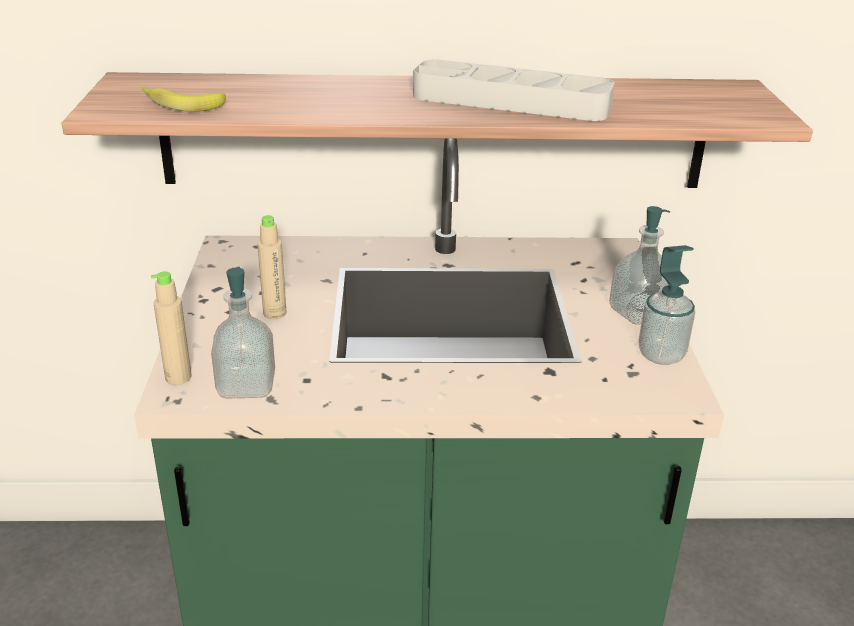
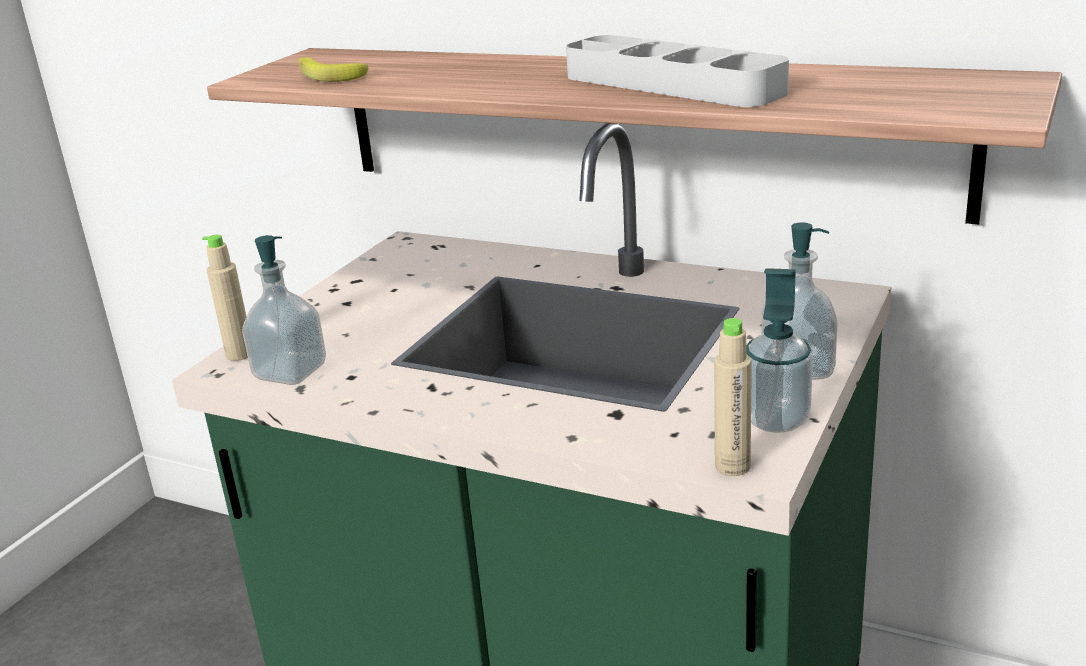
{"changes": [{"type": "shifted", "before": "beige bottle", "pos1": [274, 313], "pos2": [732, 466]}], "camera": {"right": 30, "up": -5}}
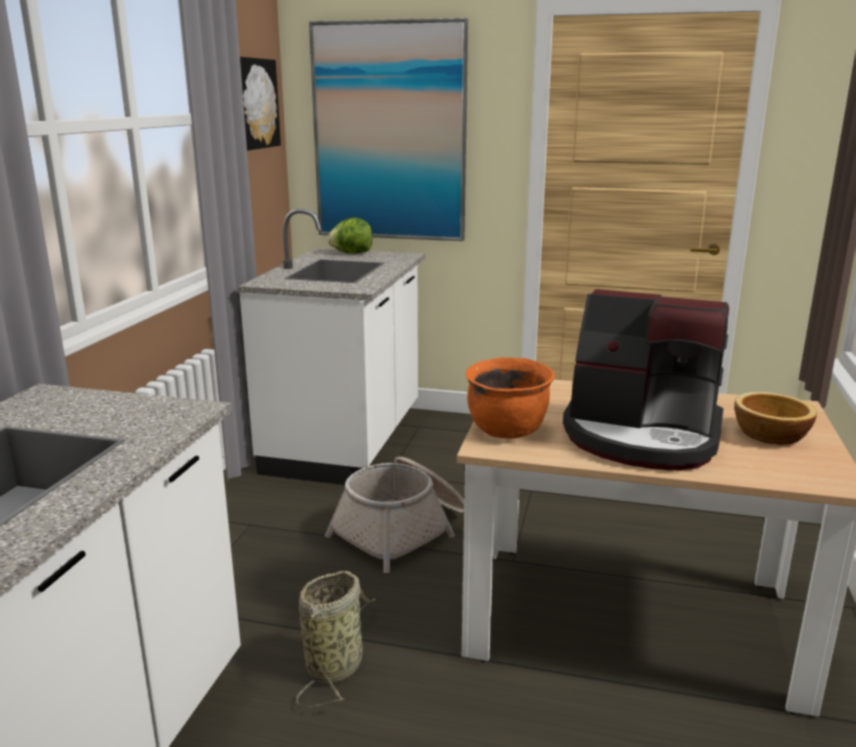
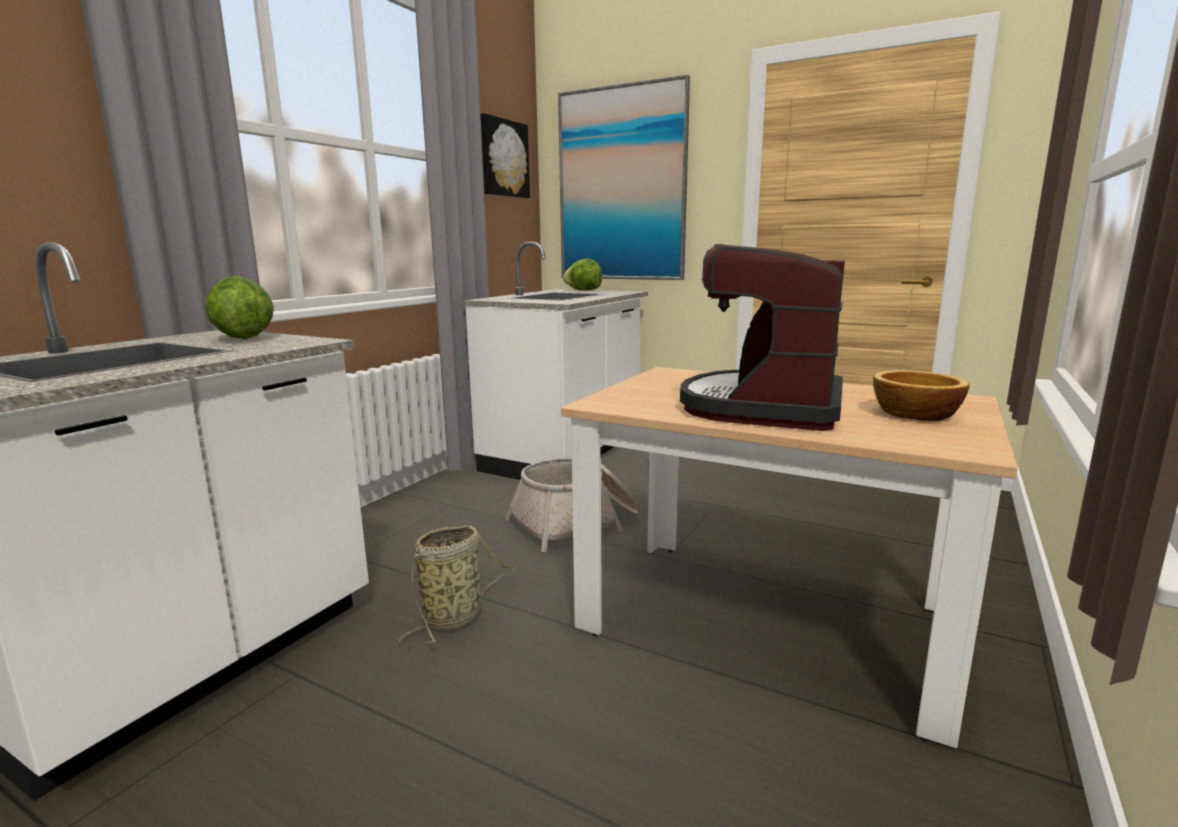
{"changes": [{"type": "gone", "before": "orange cooking pot", "pos1": [507, 431]}, {"type": "new", "after": "lettuce", "pos2": [242, 338]}, {"type": "rotated", "before": "coffee machine", "pos1": [642, 436], "pos2": [764, 407], "turn": 75}], "camera": {"right": 15, "up": -5}}
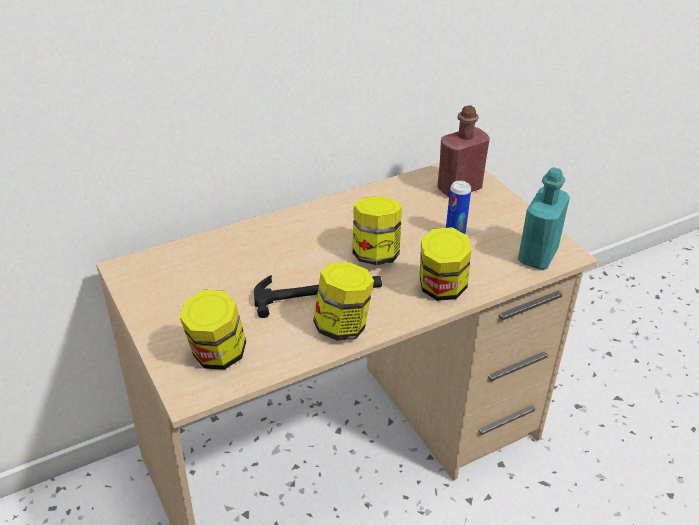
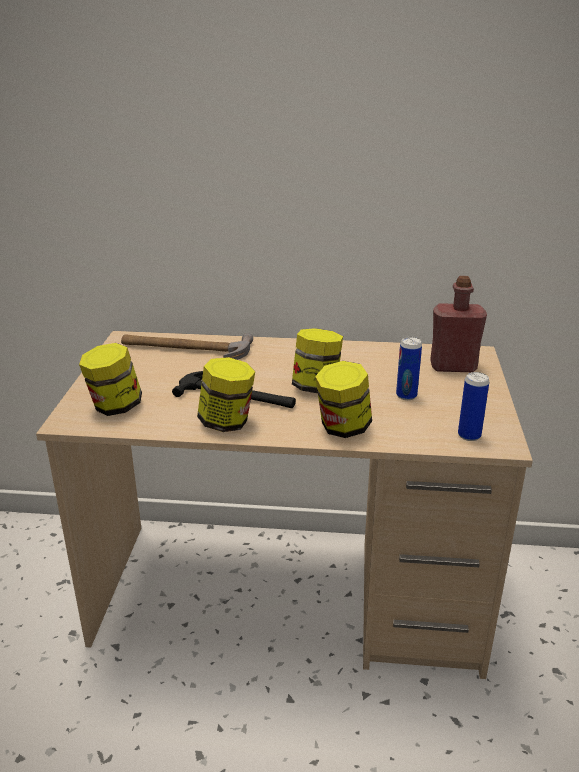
{"changes": [{"type": "new", "after": "hammer", "pos2": [185, 349]}, {"type": "swapped", "before": "turquoise bottle", "after": "can", "pos1": [537, 255], "pos2": [469, 435]}], "camera": {"right": 35, "up": -10}}
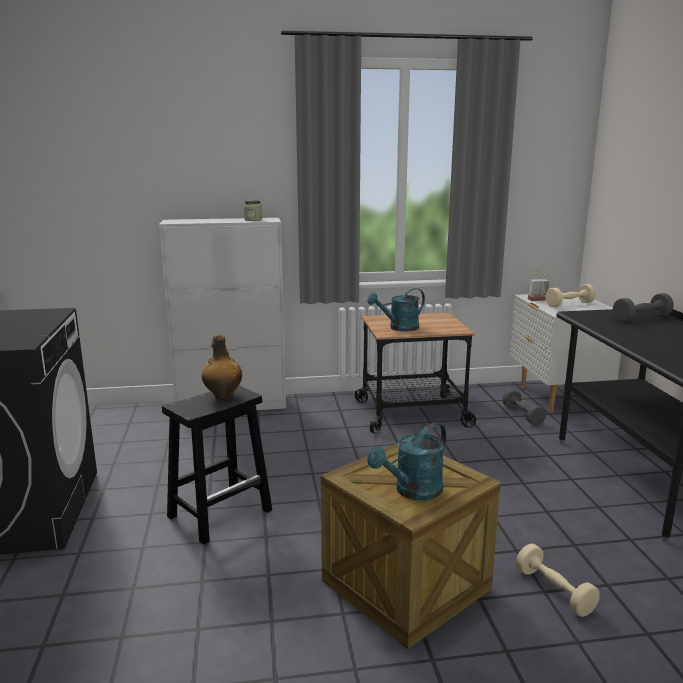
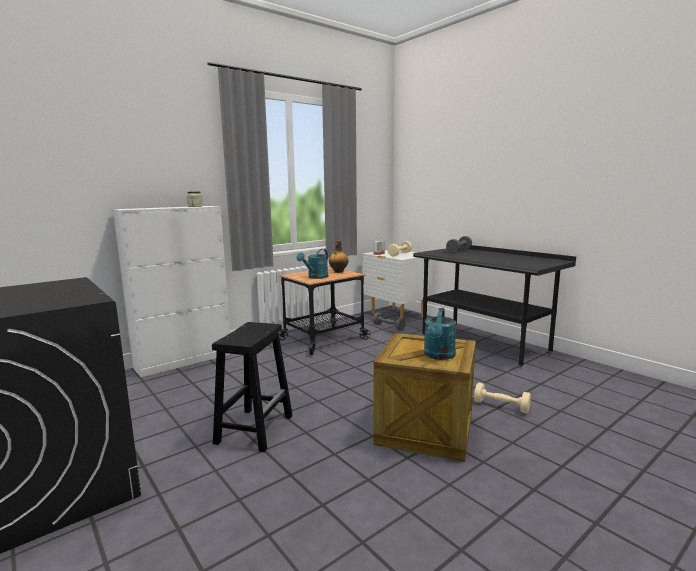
{"changes": [{"type": "shifted", "before": "bottle", "pos1": [223, 396], "pos2": [338, 271]}], "camera": {"right": -30, "up": -5}}
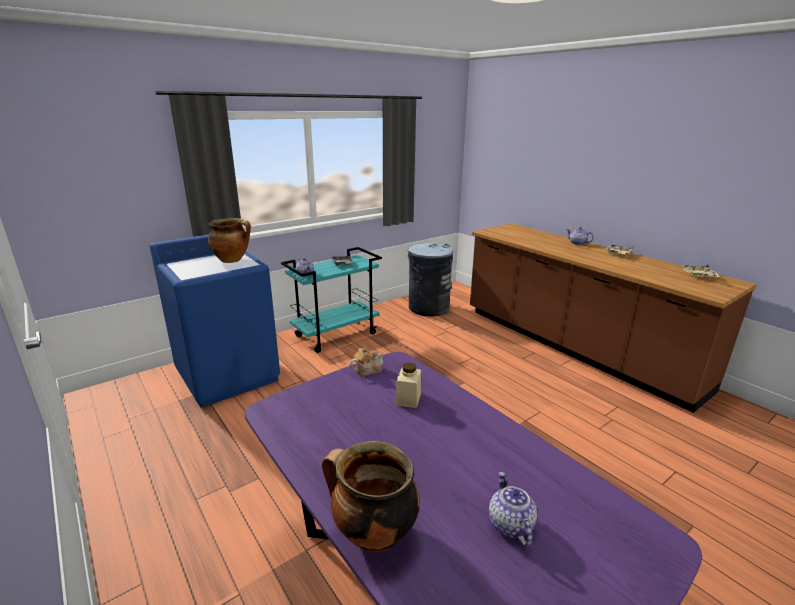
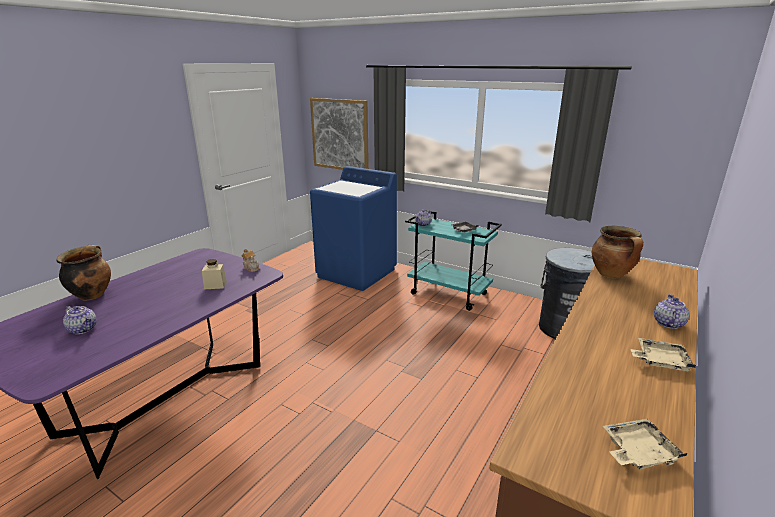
{"changes": [{"type": "new", "after": "picture", "pos2": [340, 135]}, {"type": "shifted", "before": "cooking pot", "pos1": [232, 260], "pos2": [612, 274]}, {"type": "rotated", "before": "teapot", "pos1": [509, 524], "pos2": [83, 329], "turn": 60}], "camera": {"right": 70, "up": 0}}
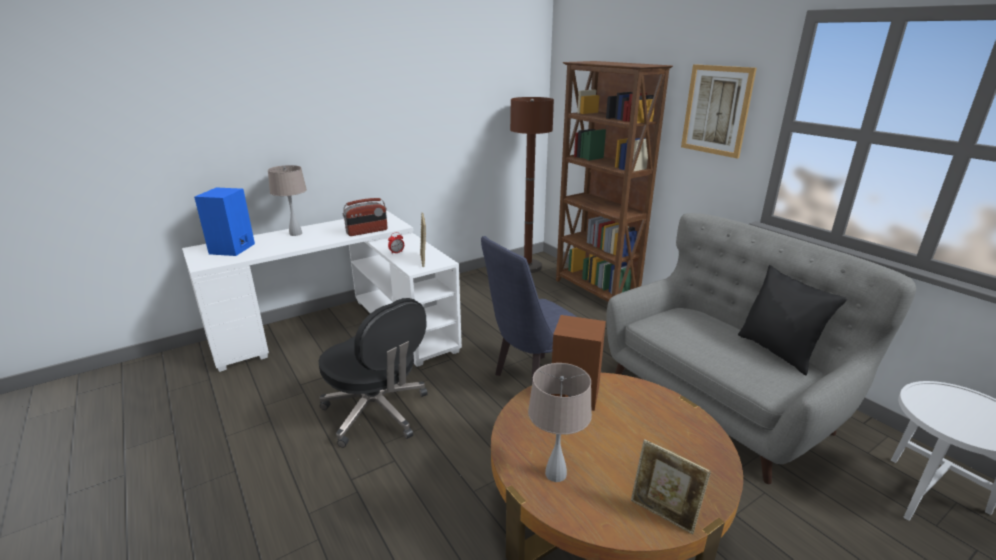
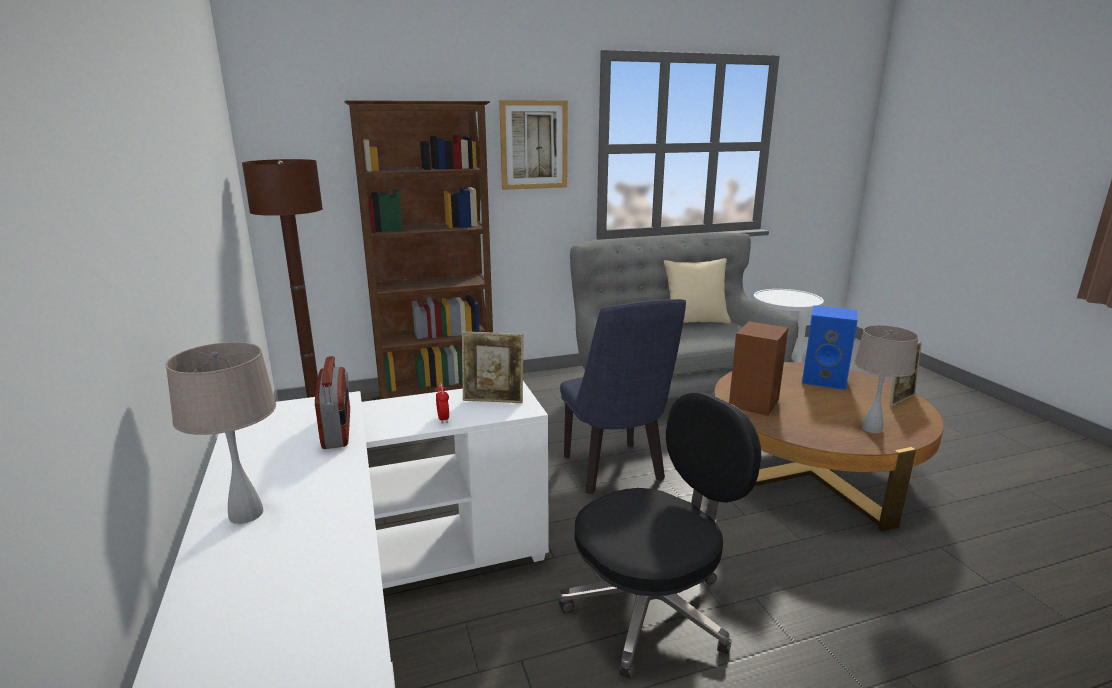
{"changes": [{"type": "shifted", "before": "blue speaker", "pos1": [232, 249], "pos2": [825, 379]}, {"type": "repainted", "before": "black pillow", "after": "beige pillow", "pos1": [777, 351], "pos2": [695, 322]}], "camera": {"right": -75, "up": -5}}
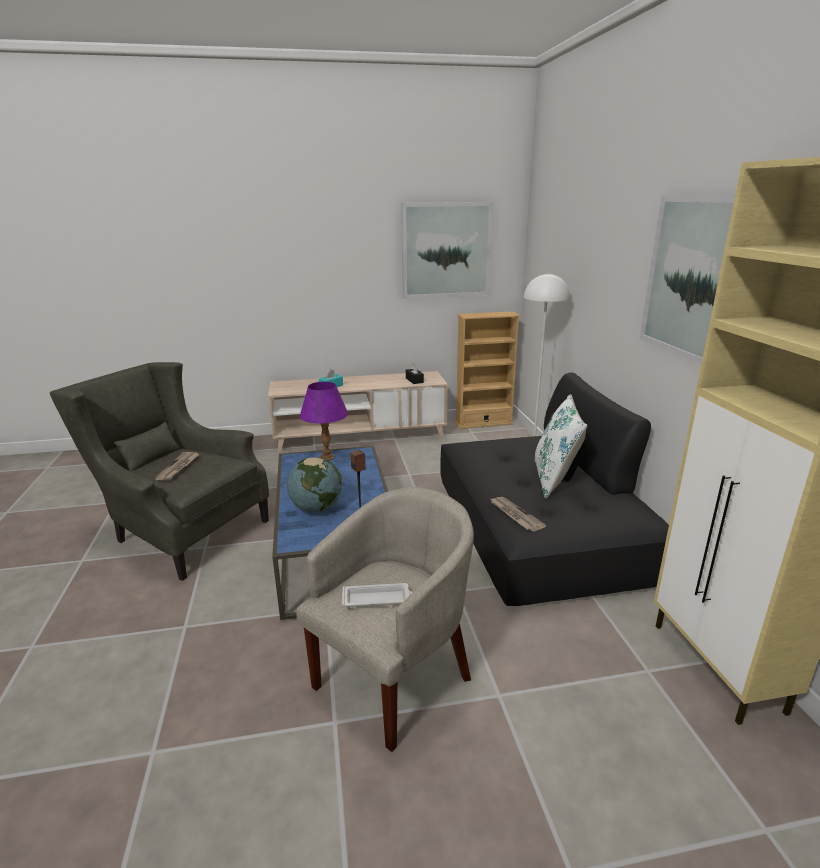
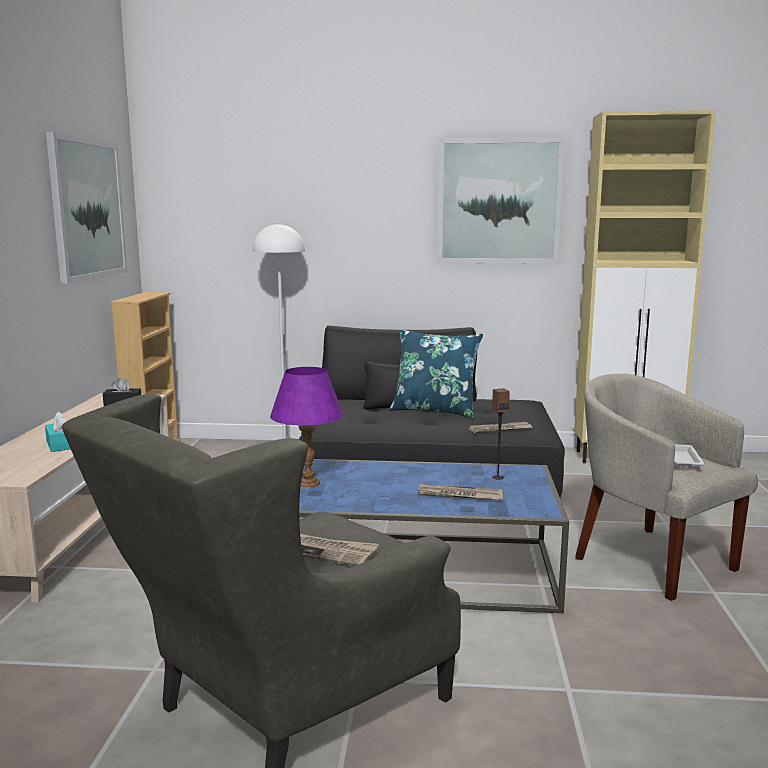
{"changes": [{"type": "swapped", "before": "globe", "after": "newspaper", "pos1": [316, 508], "pos2": [459, 495]}, {"type": "repainted", "before": "white pillow", "after": "blue pillow", "pos1": [554, 479], "pos2": [435, 410]}], "camera": {"right": -75, "up": -10}}
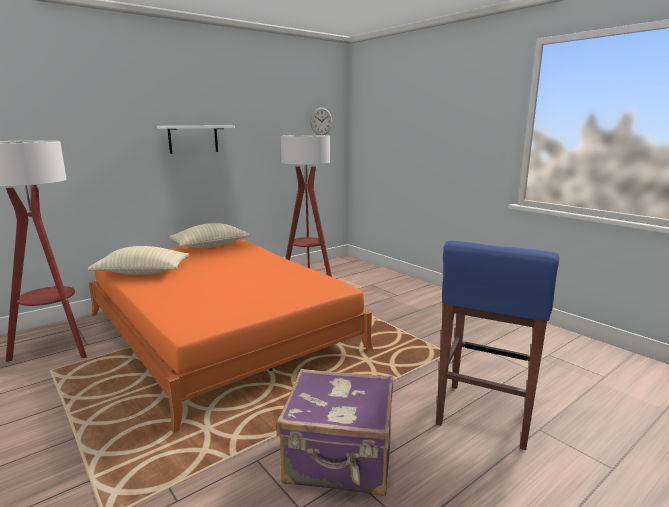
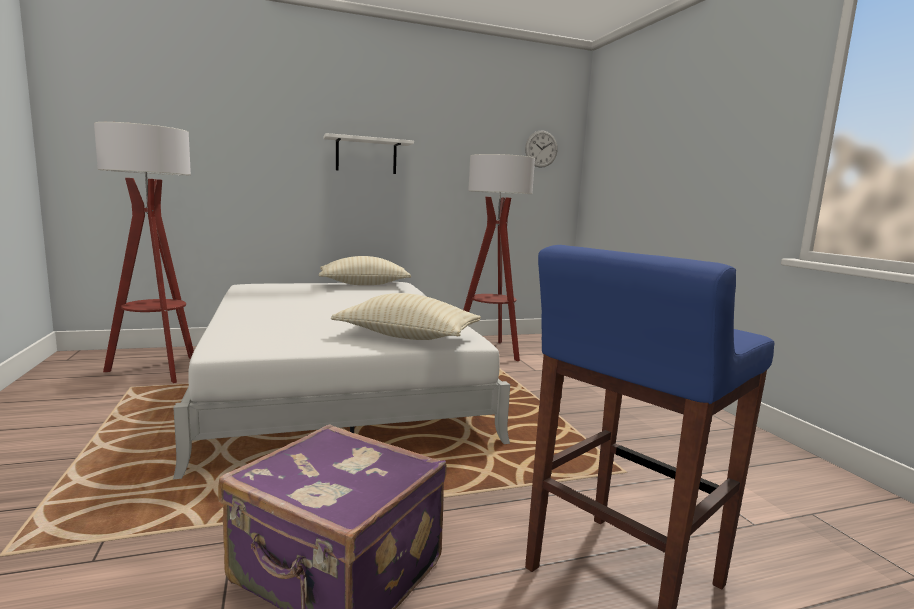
{"changes": [{"type": "shifted", "before": "beige pillow", "pos1": [142, 273], "pos2": [407, 337]}, {"type": "repainted", "before": "orange bed", "after": "white bed", "pos1": [220, 331], "pos2": [336, 384]}], "camera": {"right": 20, "up": -5}}
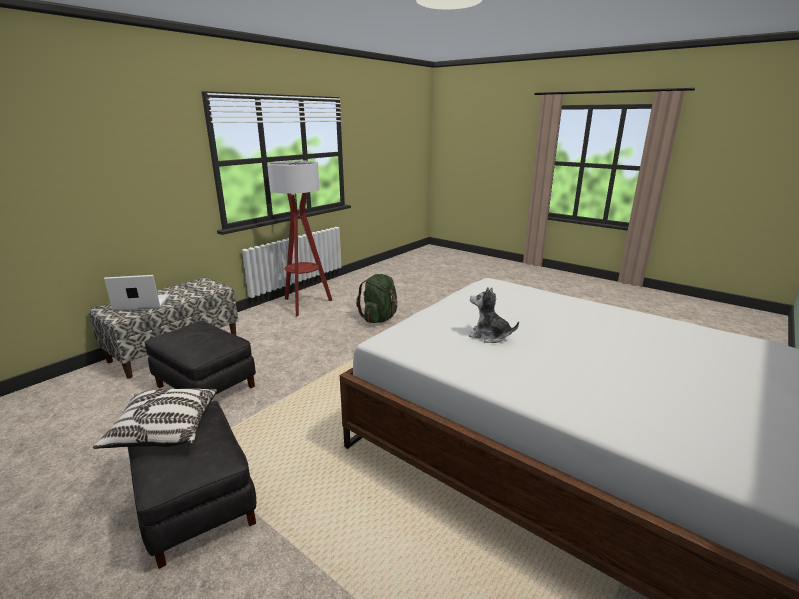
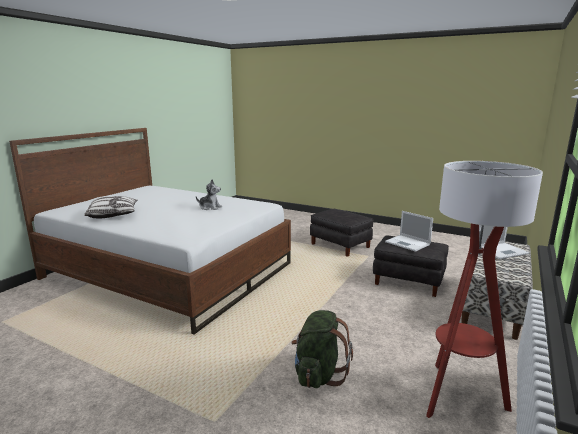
{"changes": [{"type": "new", "after": "laptop", "pos2": [408, 243]}, {"type": "shifted", "before": "pillow", "pos1": [164, 430], "pos2": [113, 215]}], "camera": {"right": 170, "up": -5}}
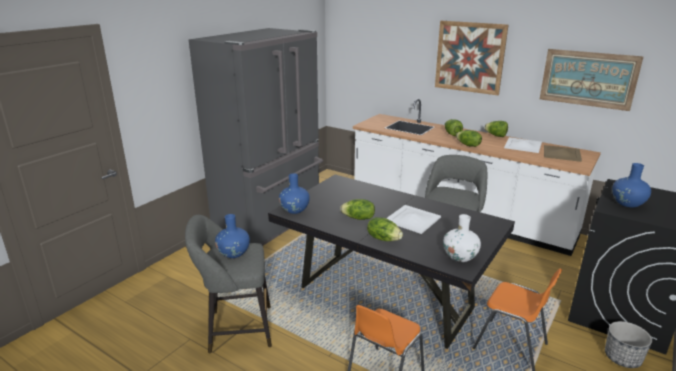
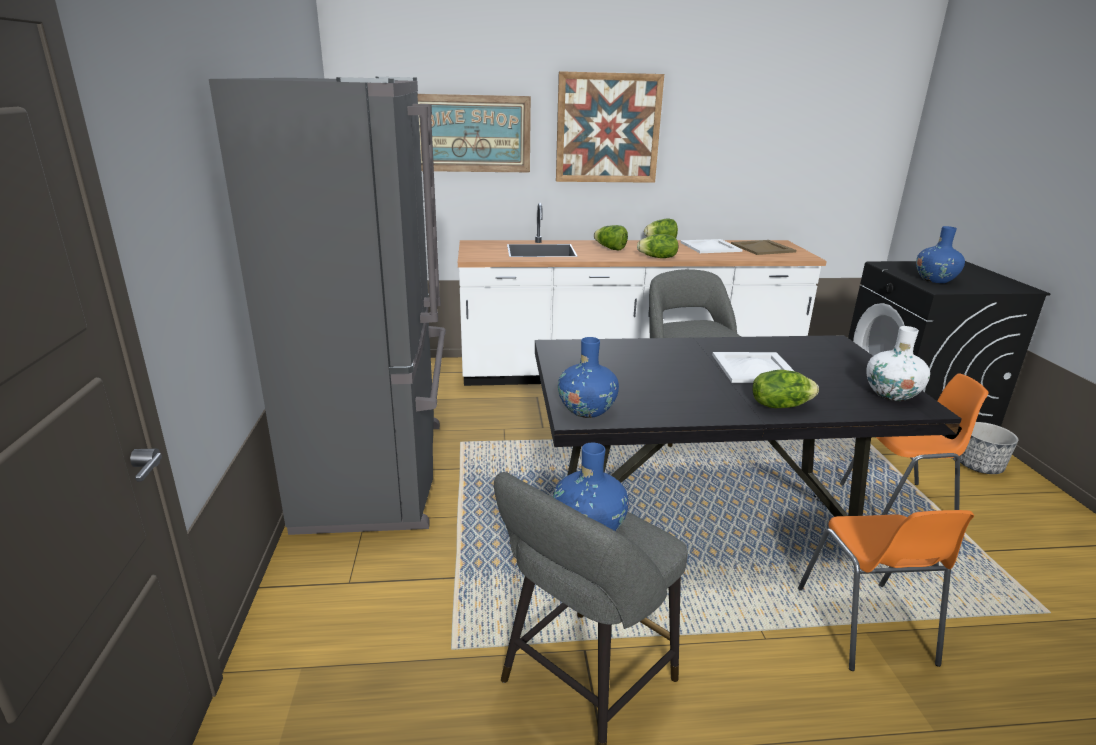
{"changes": [{"type": "gone", "before": "lettuce", "pos1": [358, 218]}, {"type": "shifted", "before": "picture", "pos1": [588, 79], "pos2": [471, 134]}], "camera": {"right": -40, "up": 0}}
